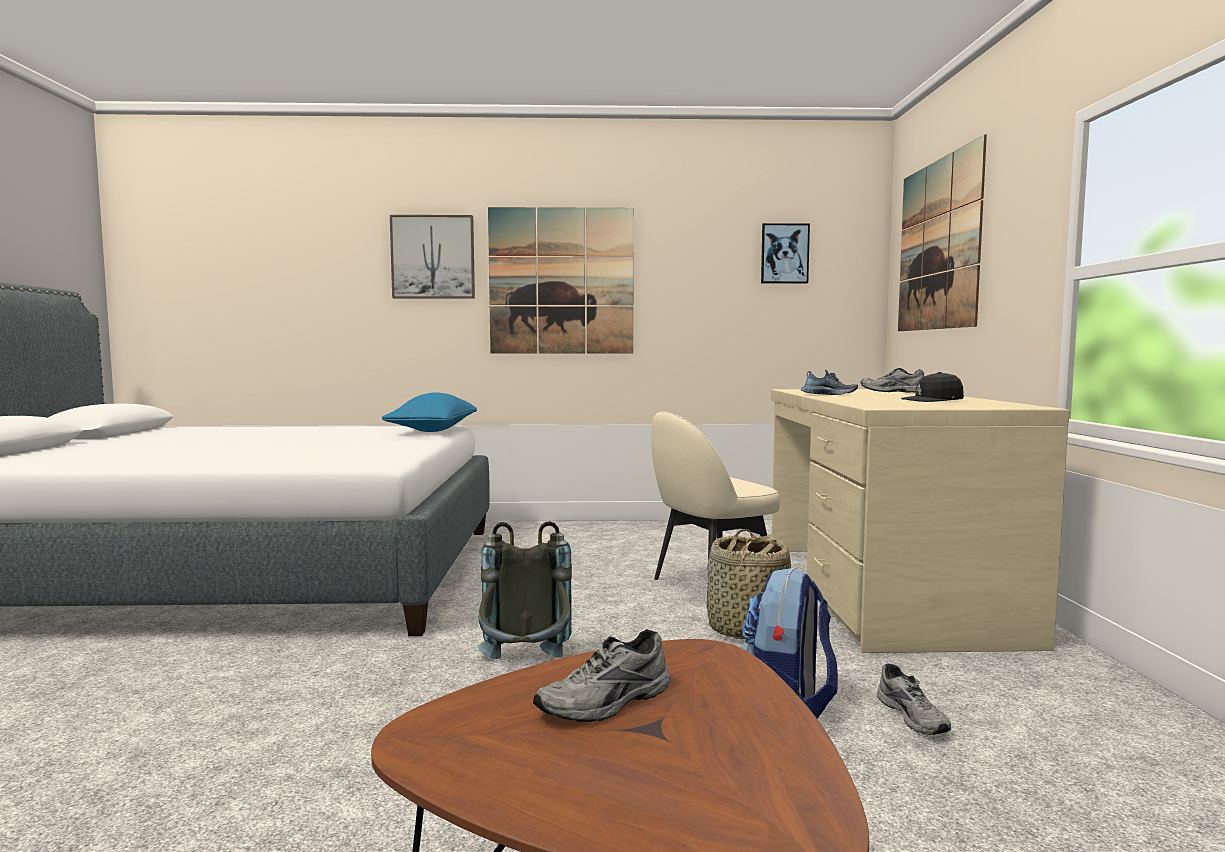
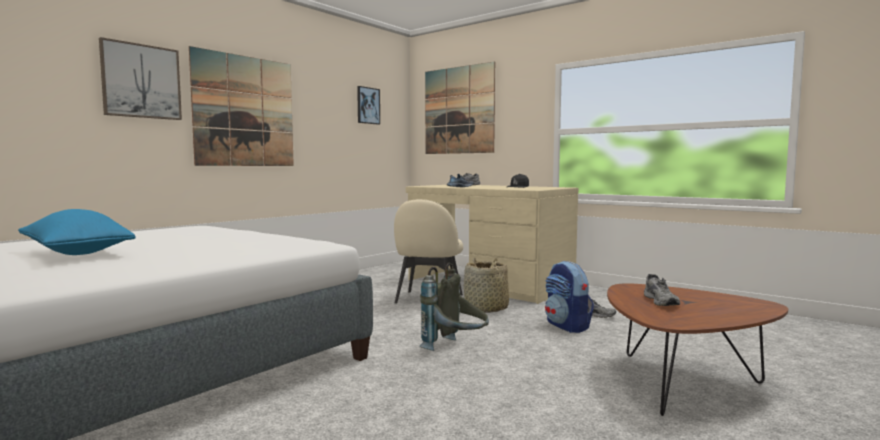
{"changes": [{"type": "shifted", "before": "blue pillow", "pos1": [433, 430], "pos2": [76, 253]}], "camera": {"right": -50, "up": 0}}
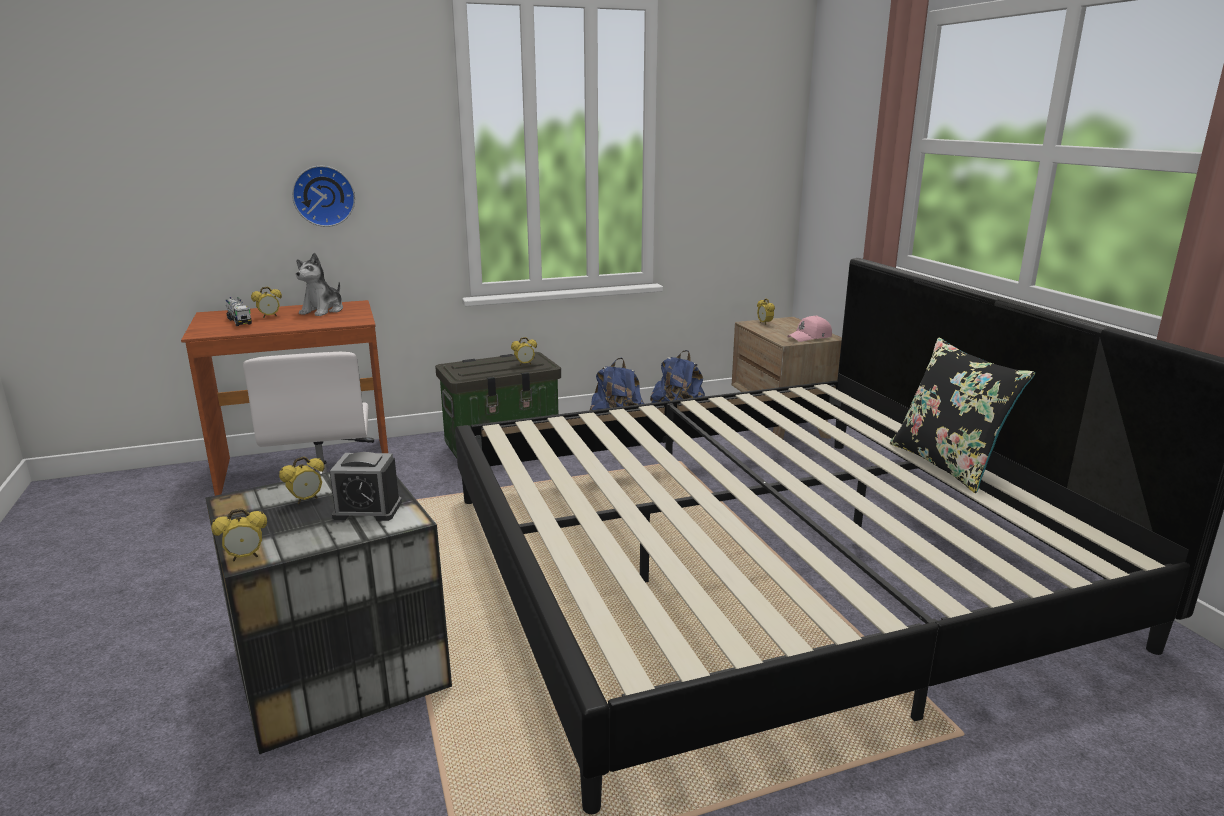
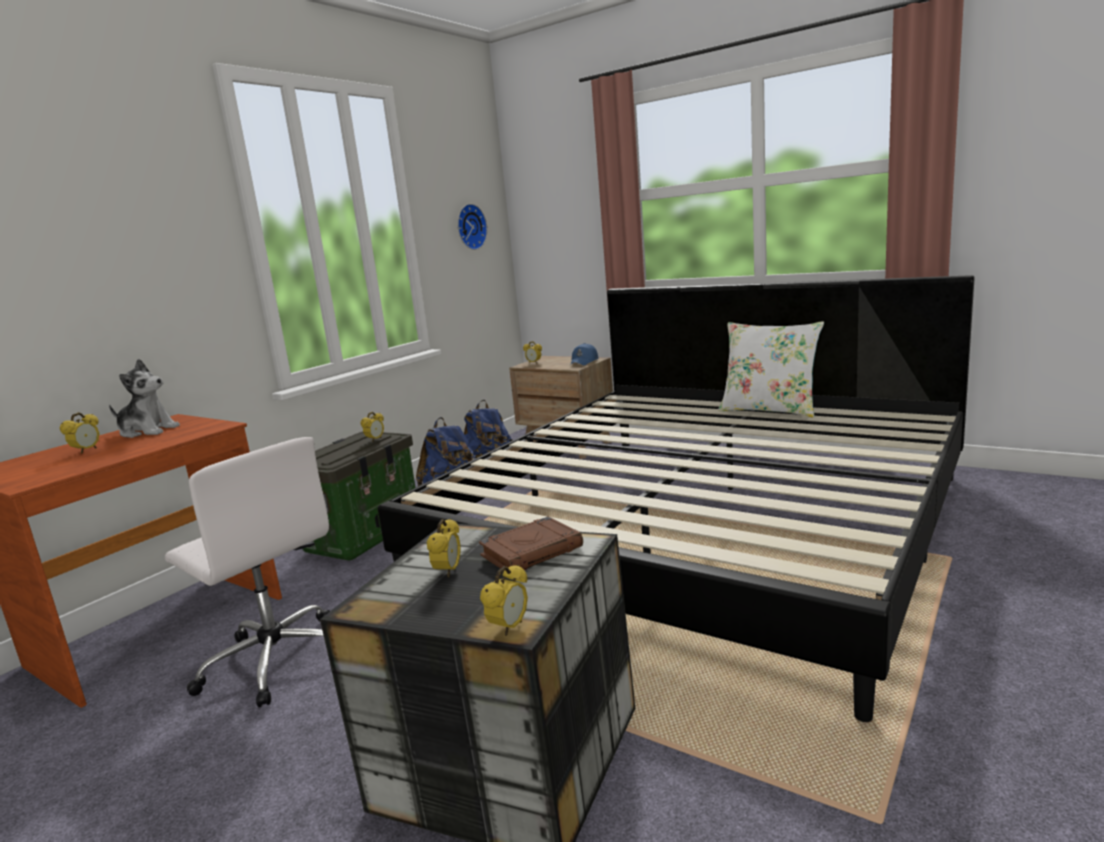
{"changes": [{"type": "gone", "before": "toy truck", "pos1": [239, 321]}, {"type": "shifted", "before": "wall clock", "pos1": [323, 196], "pos2": [469, 227]}, {"type": "swapped", "before": "alarm clock", "after": "brown book", "pos1": [367, 510], "pos2": [532, 551]}, {"type": "repainted", "before": "pink cap", "after": "blue cap", "pos1": [810, 337], "pos2": [584, 362]}, {"type": "repainted", "before": "black pillow", "after": "white pillow", "pos1": [947, 464], "pos2": [769, 410]}, {"type": "rotated", "before": "plush toy", "pos1": [323, 311], "pos2": [147, 431], "turn": -60}], "camera": {"right": -35, "up": -5}}
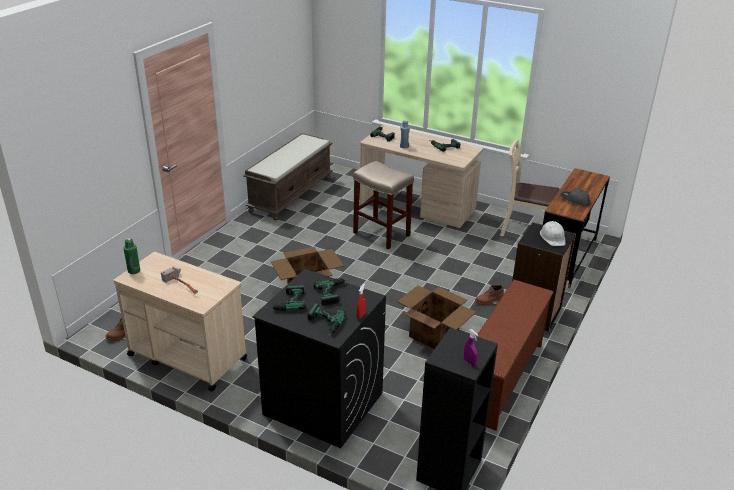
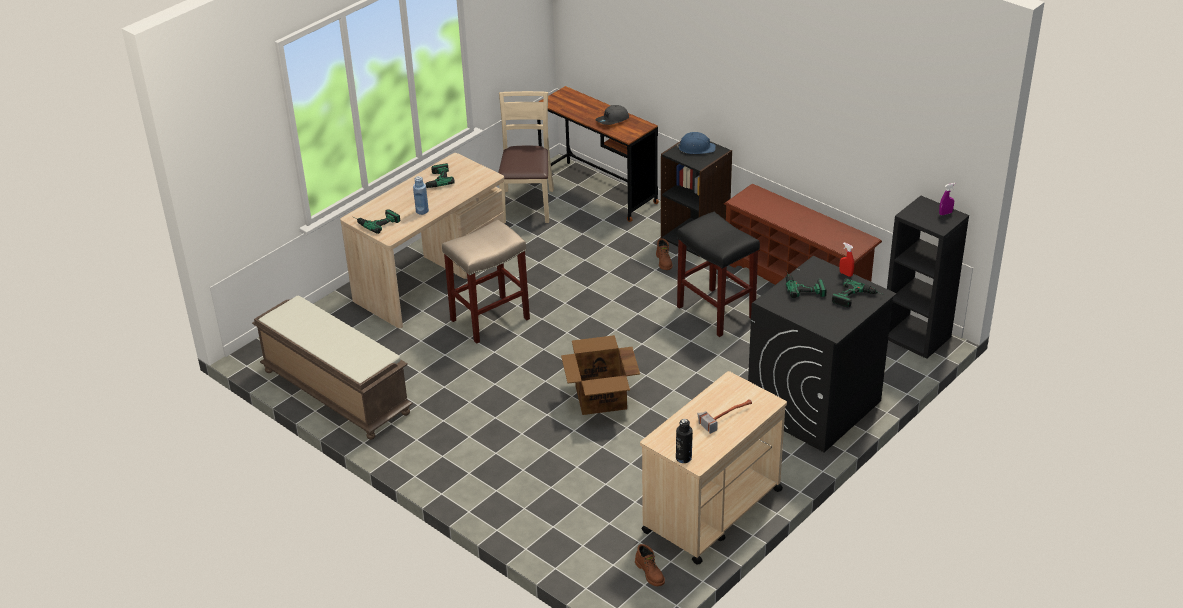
{"changes": [{"type": "gone", "before": "power drill", "pos1": [285, 302]}, {"type": "swapped", "before": "cardboard box", "after": "black stool", "pos1": [433, 334], "pos2": [714, 312]}, {"type": "repainted", "before": "green bottle", "after": "black bottle", "pos1": [134, 271], "pos2": [683, 458]}, {"type": "repainted", "before": "white hard hat", "after": "blue hard hat", "pos1": [553, 237], "pos2": [696, 148]}, {"type": "rotated", "before": "beige chair", "pos1": [525, 230], "pos2": [527, 205], "turn": 150}], "camera": {"right": -75, "up": 5}}
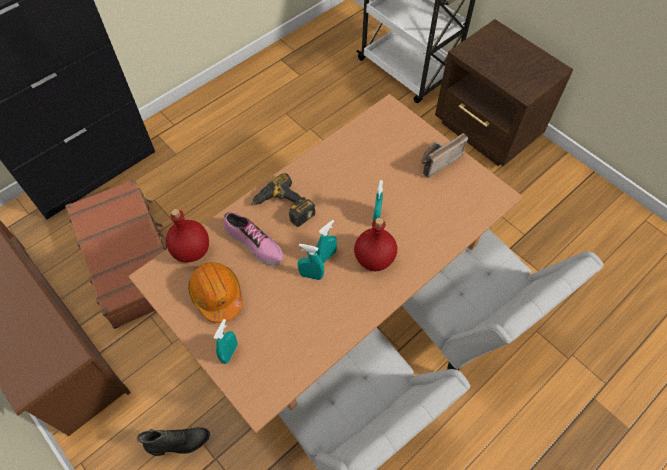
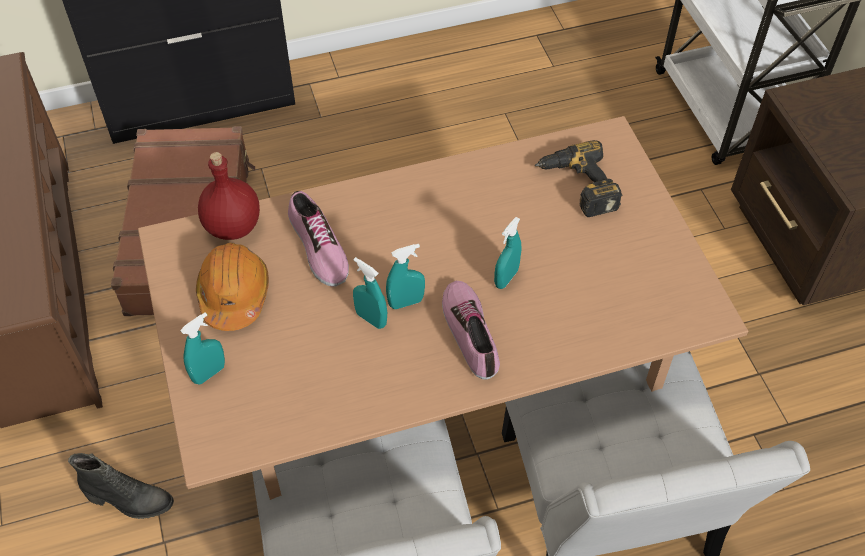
{"changes": [{"type": "gone", "before": "radio", "pos1": [436, 161]}, {"type": "shifted", "before": "power drill", "pos1": [283, 207], "pos2": [577, 186]}, {"type": "swapped", "before": "red bottle", "after": "shoe", "pos1": [374, 259], "pos2": [471, 332]}], "camera": {"right": 25, "up": -5}}
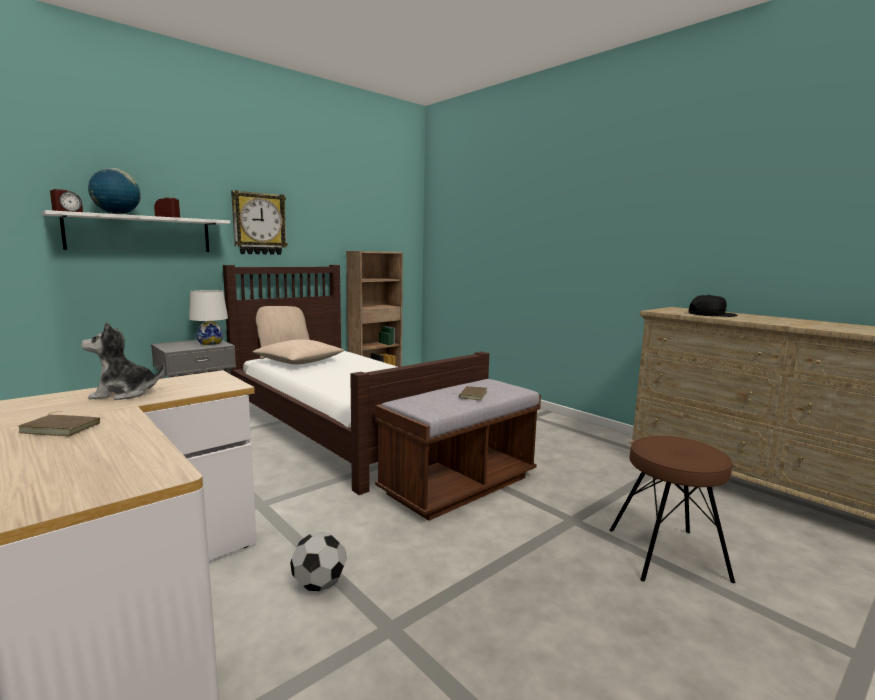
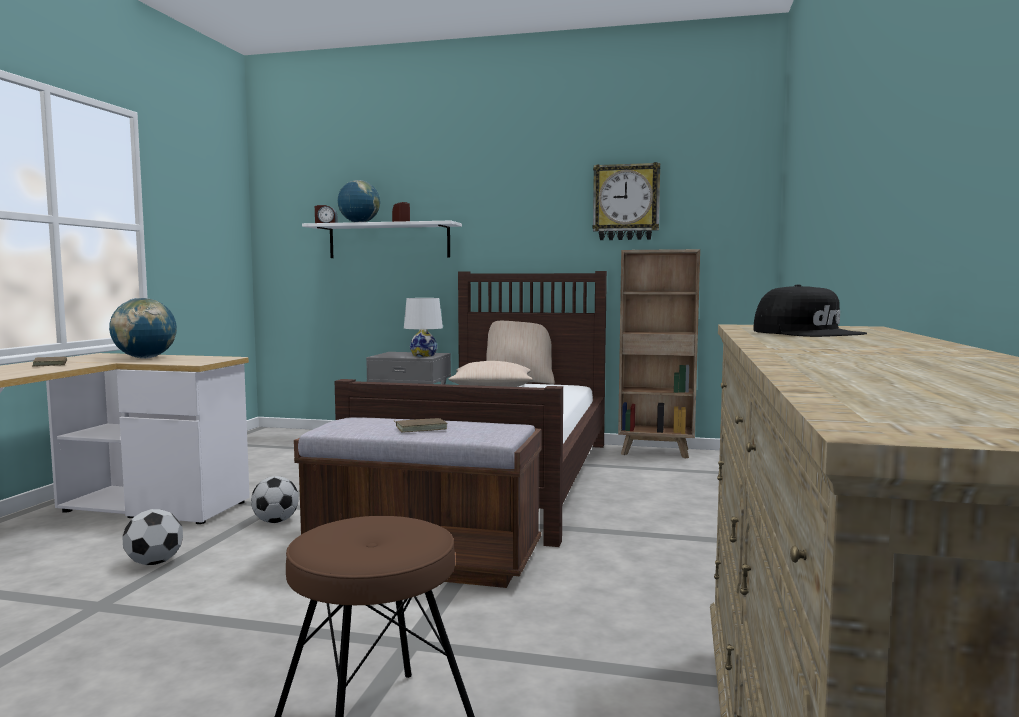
{"changes": [{"type": "new", "after": "football", "pos2": [276, 521]}, {"type": "shifted", "before": "wall clock", "pos1": [259, 224], "pos2": [626, 202]}, {"type": "swapped", "before": "plush toy", "after": "globe", "pos1": [124, 394], "pos2": [145, 358]}], "camera": {"right": 55, "up": -5}}
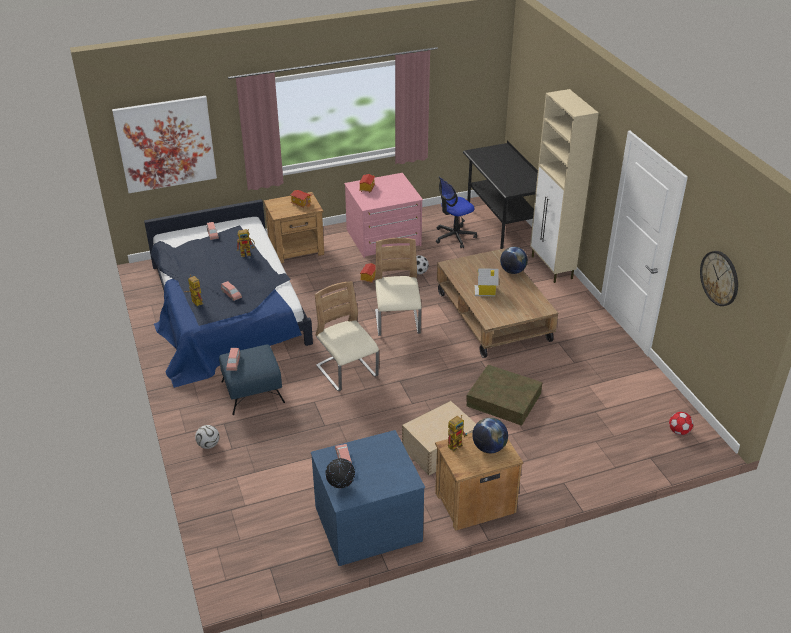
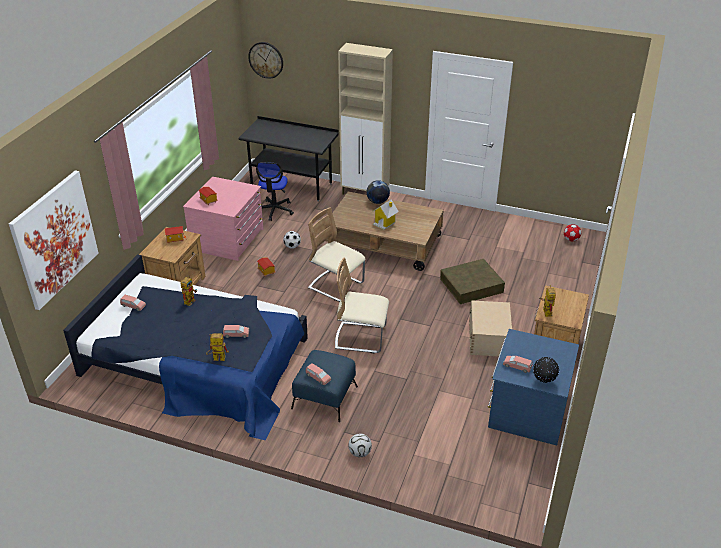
{"changes": [{"type": "gone", "before": "globe", "pos1": [489, 448]}, {"type": "shifted", "before": "wall clock", "pos1": [719, 278], "pos2": [266, 60]}], "camera": {"right": -50, "up": 0}}
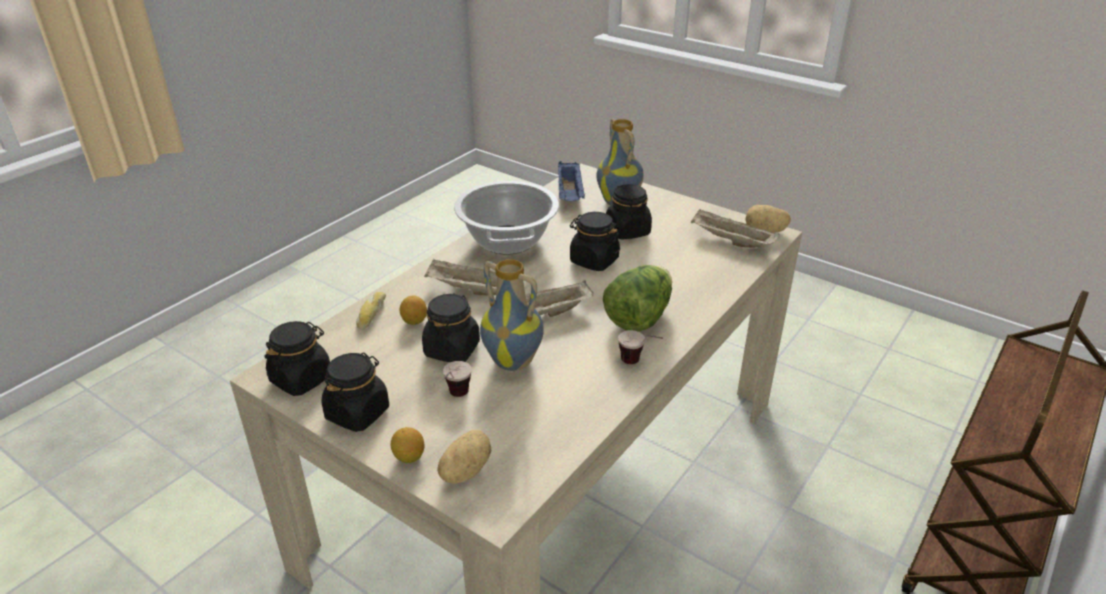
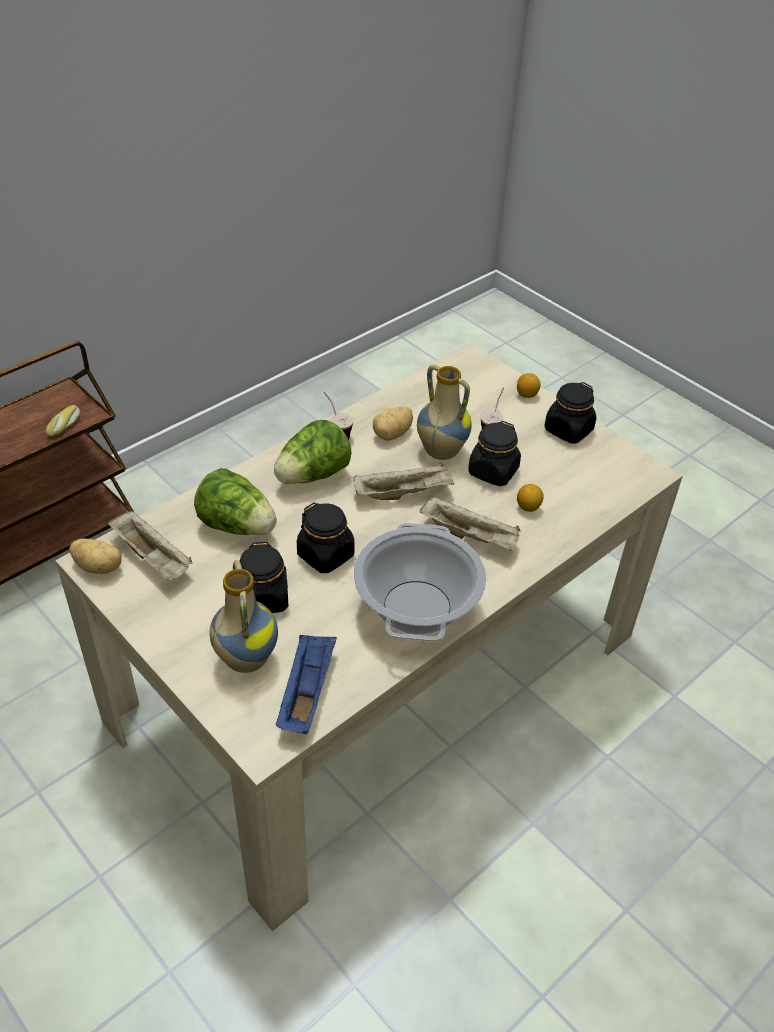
{"changes": [{"type": "gone", "before": "black jar", "pos1": [301, 379]}, {"type": "new", "after": "lettuce", "pos2": [237, 526]}, {"type": "shifted", "before": "bread", "pos1": [371, 314], "pos2": [65, 425]}, {"type": "shifted", "before": "potato", "pos1": [464, 470], "pos2": [393, 434]}], "camera": {"right": -170, "up": 10}}
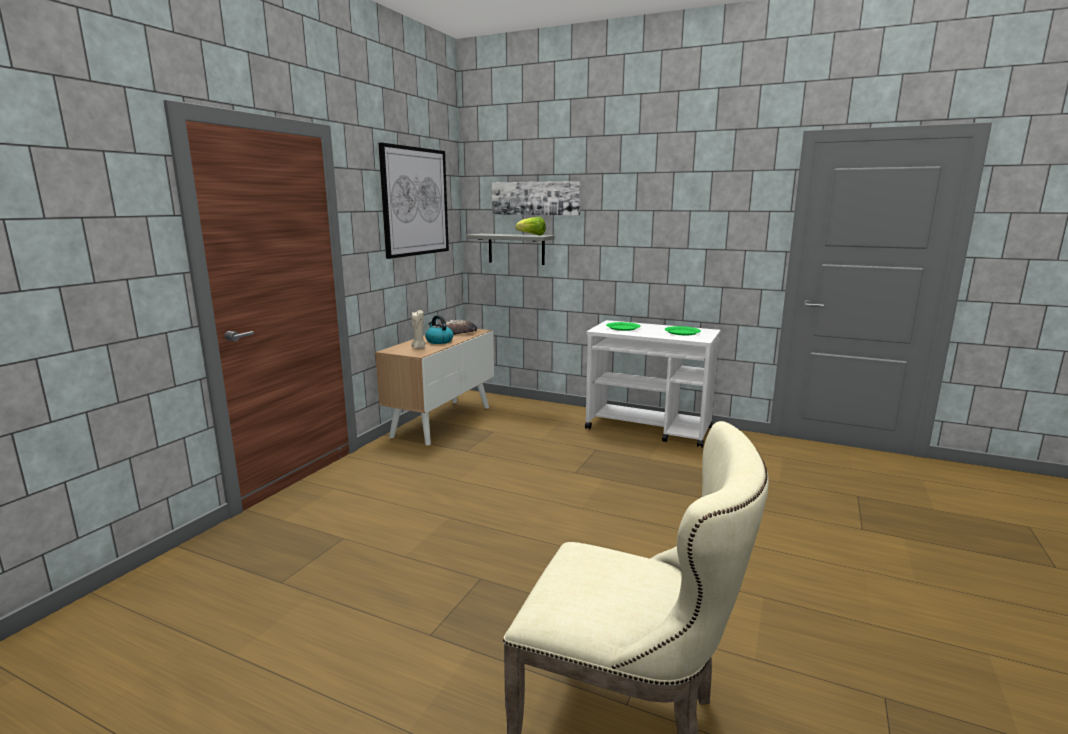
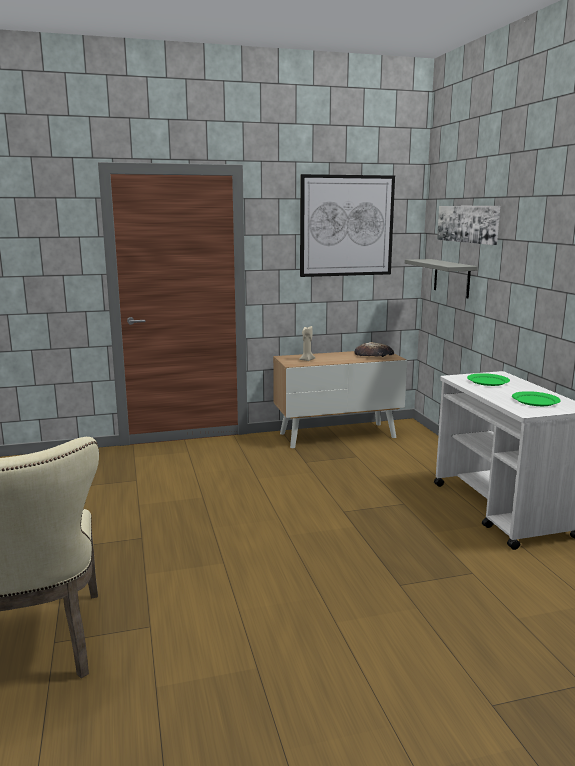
{"changes": [{"type": "gone", "before": "kettle", "pos1": [439, 341]}, {"type": "gone", "before": "lettuce", "pos1": [532, 235]}], "camera": {"right": 50, "up": 0}}
